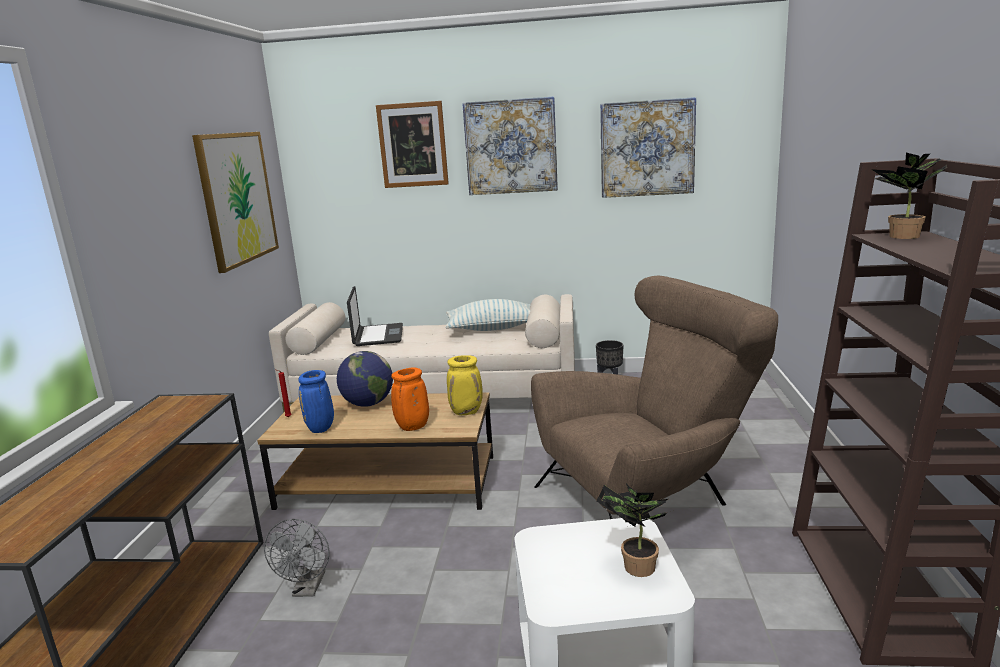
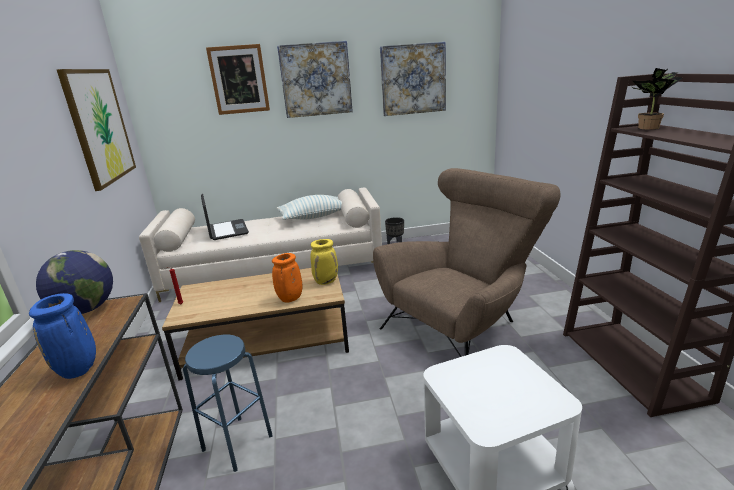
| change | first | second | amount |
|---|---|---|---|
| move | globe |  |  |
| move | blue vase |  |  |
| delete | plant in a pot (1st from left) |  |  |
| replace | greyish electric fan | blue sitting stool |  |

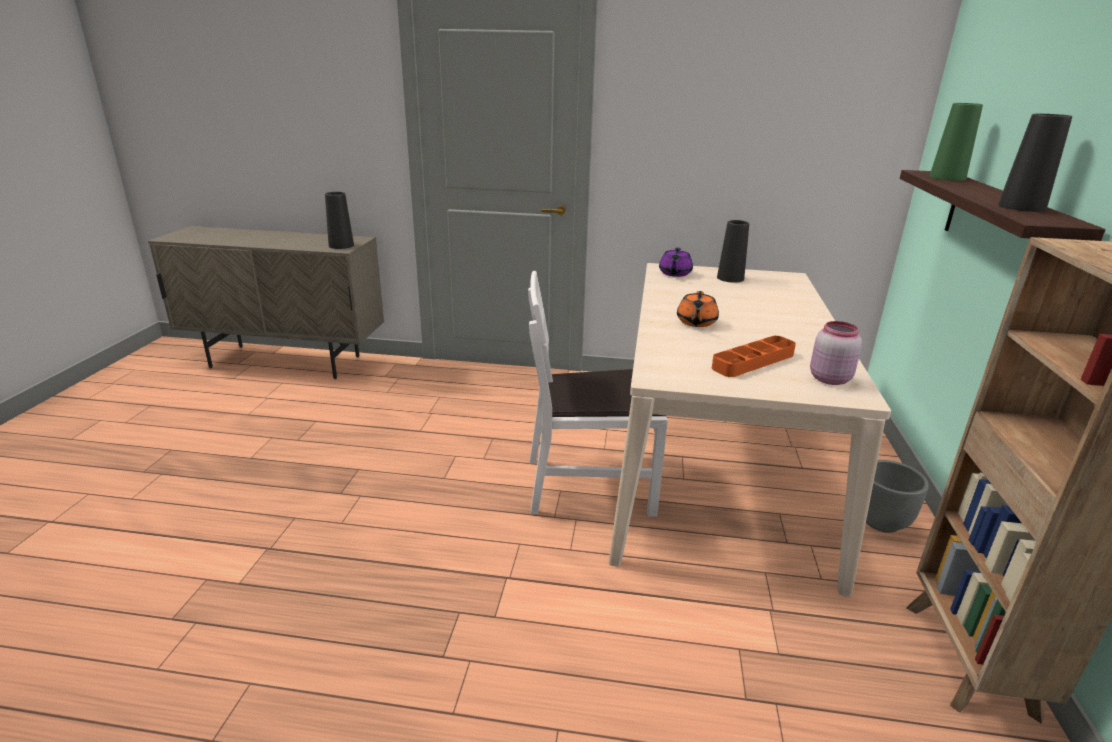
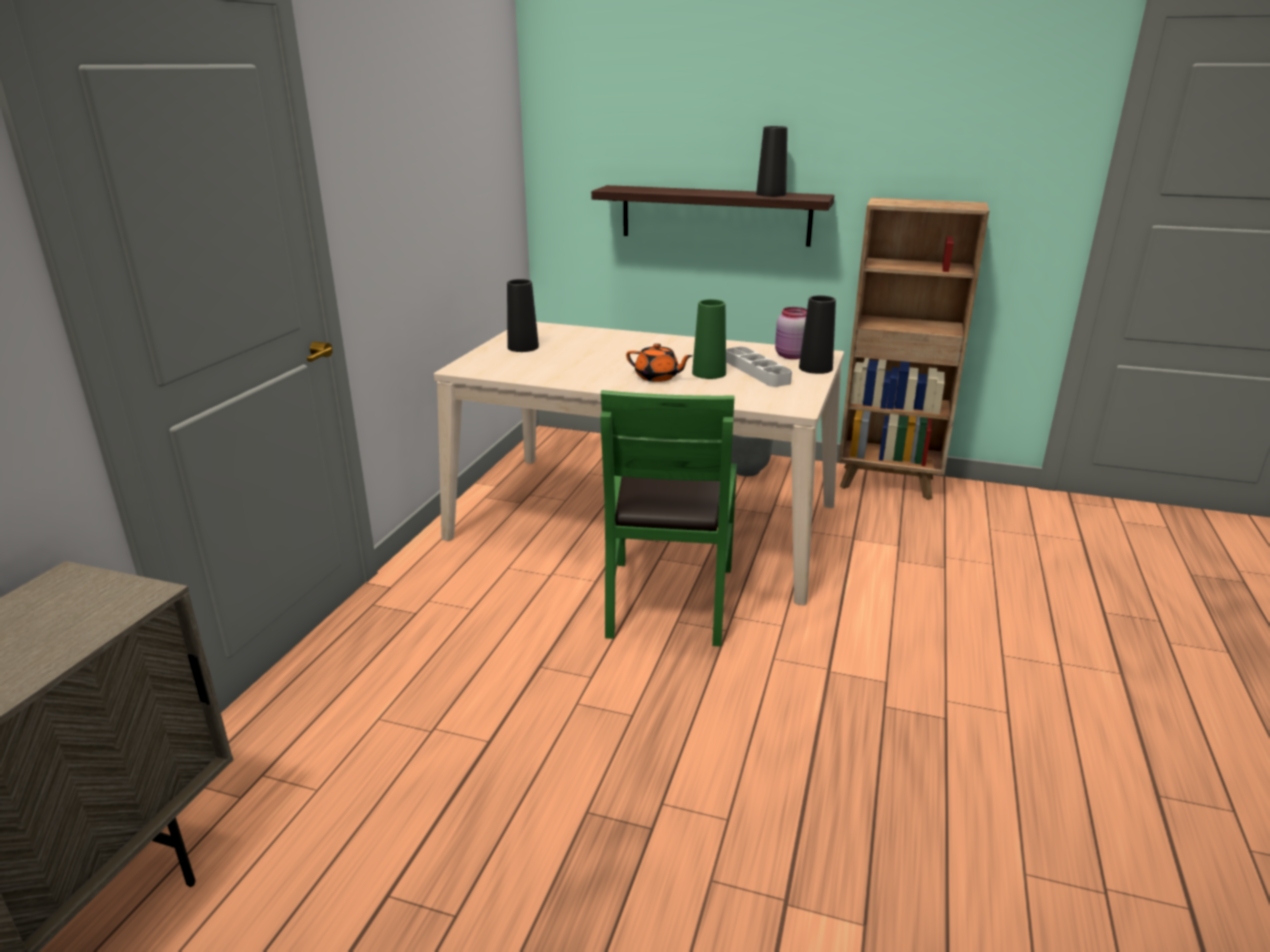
| change | first | second | amount |
|---|---|---|---|
| move | greenish vase |  |  |
| move | blackish vase (1st from left in the first image) | blackish vase (3rd from left) |  |
| delete | purple pot for tea |  |  |
| recolor | white-coloured chair | greenish chair |  |
| recolor | orange-coloured tray | white-coloured tray |  |

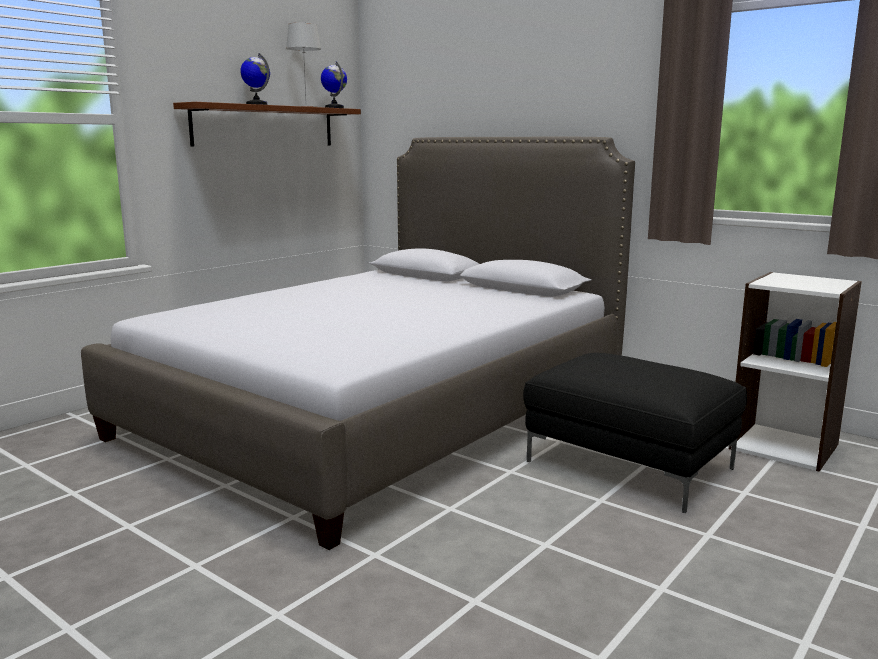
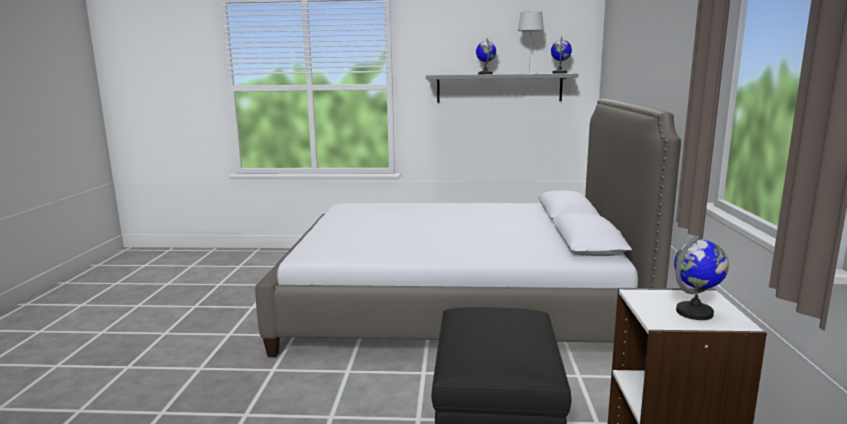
| change | first | second | amount |
|---|---|---|---|
| recolor | brownish wall shelf | greyish wall shelf |  |
| insert |  | globe (3rd from left) |  |

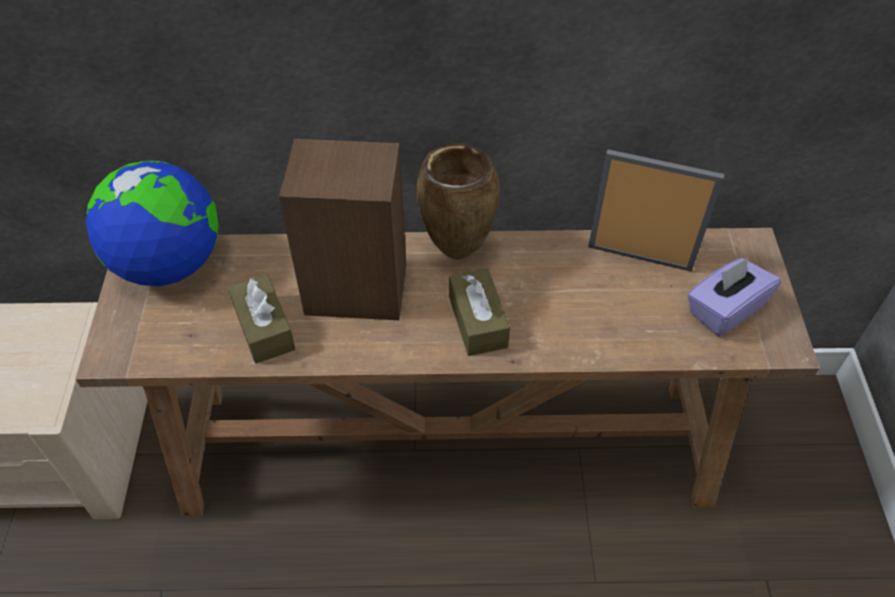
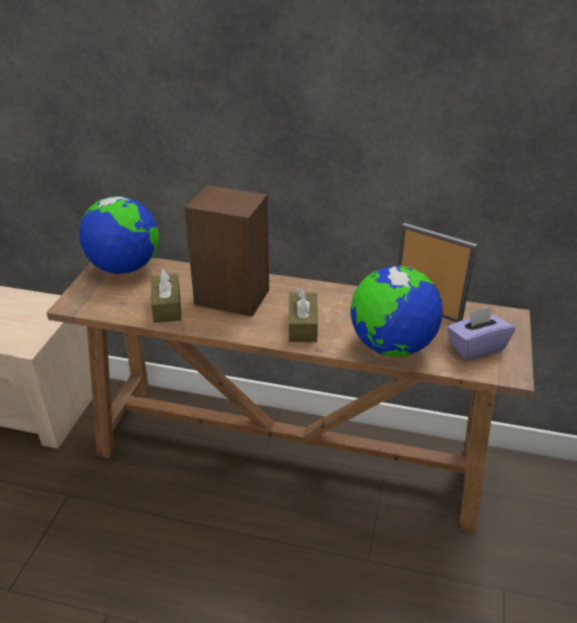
| change | first | second | amount |
|---|---|---|---|
| delete | brownish vase |  |  |
| insert |  | globe (2nd from left) |  |

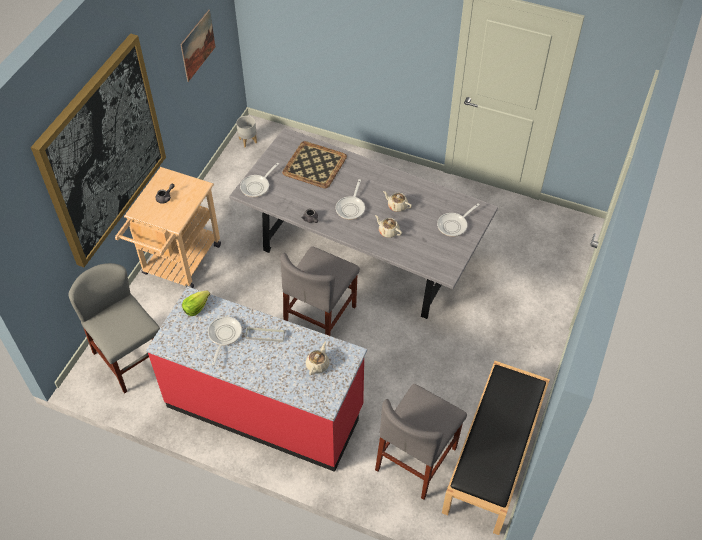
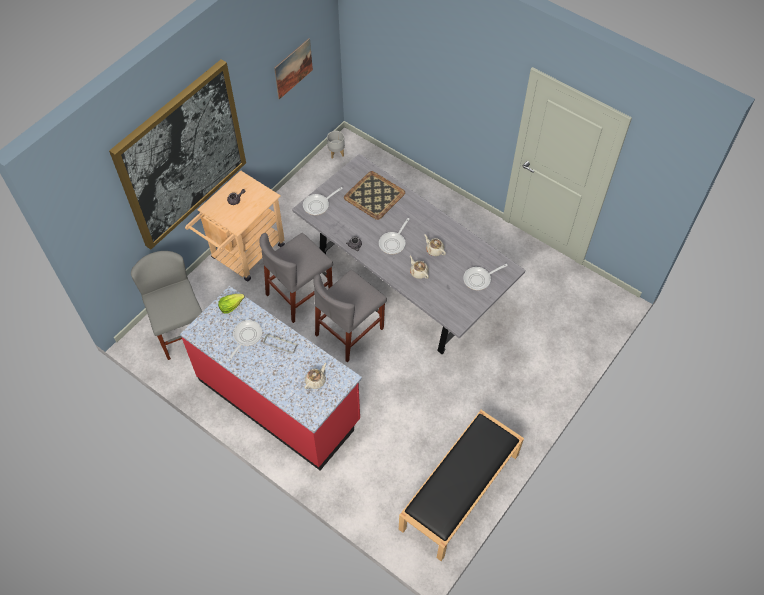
| change | first | second | amount |
|---|---|---|---|
| move | greyish chair (3rd from left in the first image) | greyish chair (2nd from left) |  |

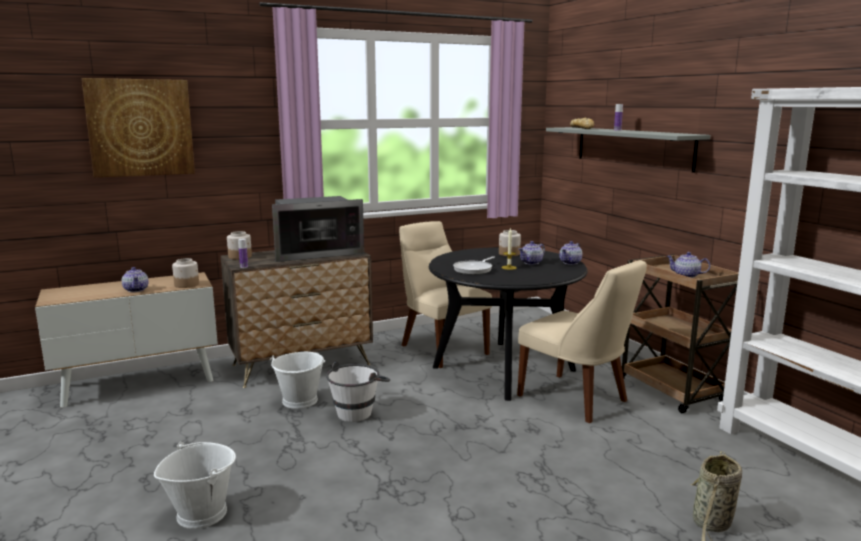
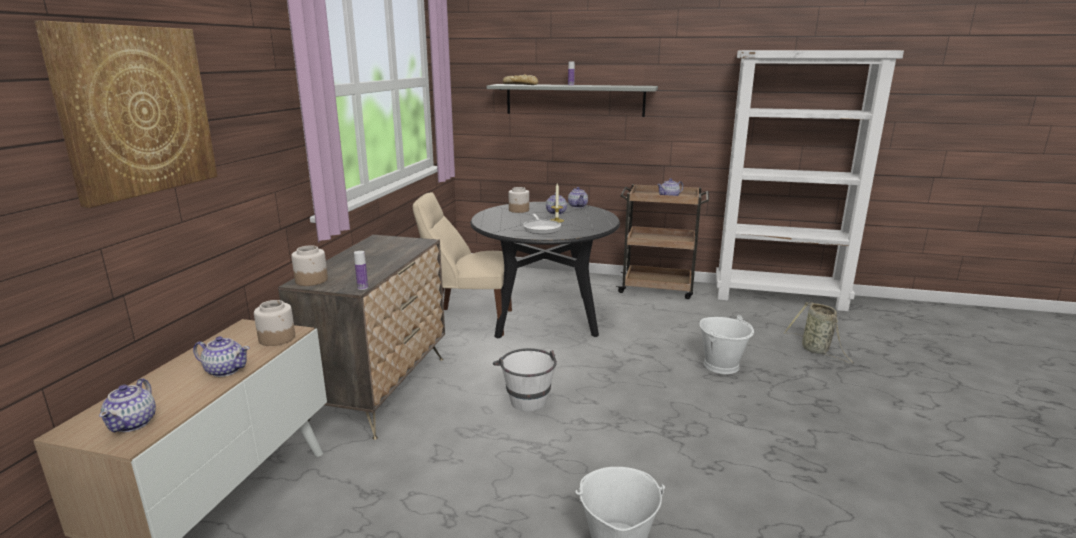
| change | first | second | amount |
|---|---|---|---|
| delete | microwave oven |  |  |
| delete | beige chair (2nd from left) |  |  |
| move | white-coloured bucket (2nd from left in the first image) | white-coloured bucket (3rd from left) |  |
| insert |  | pot for tea (1st from left) |  |

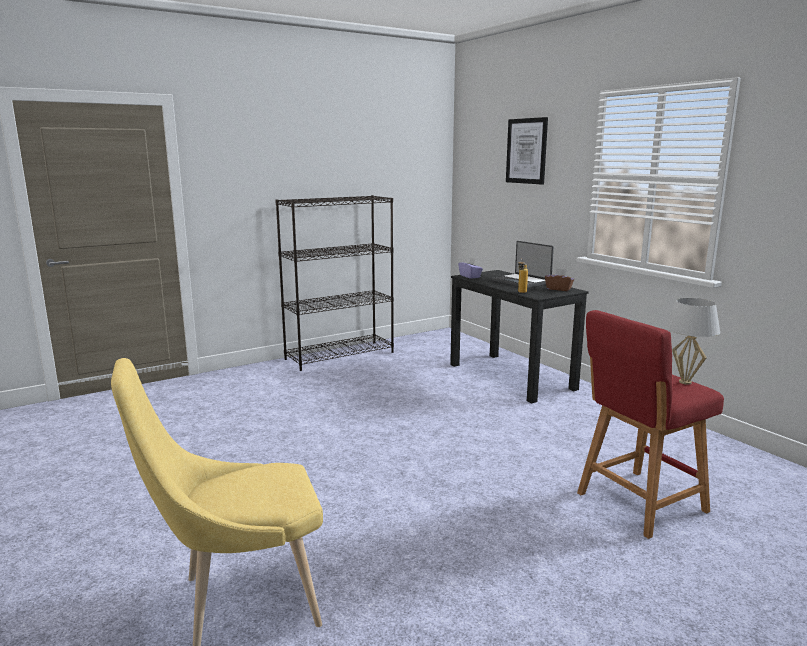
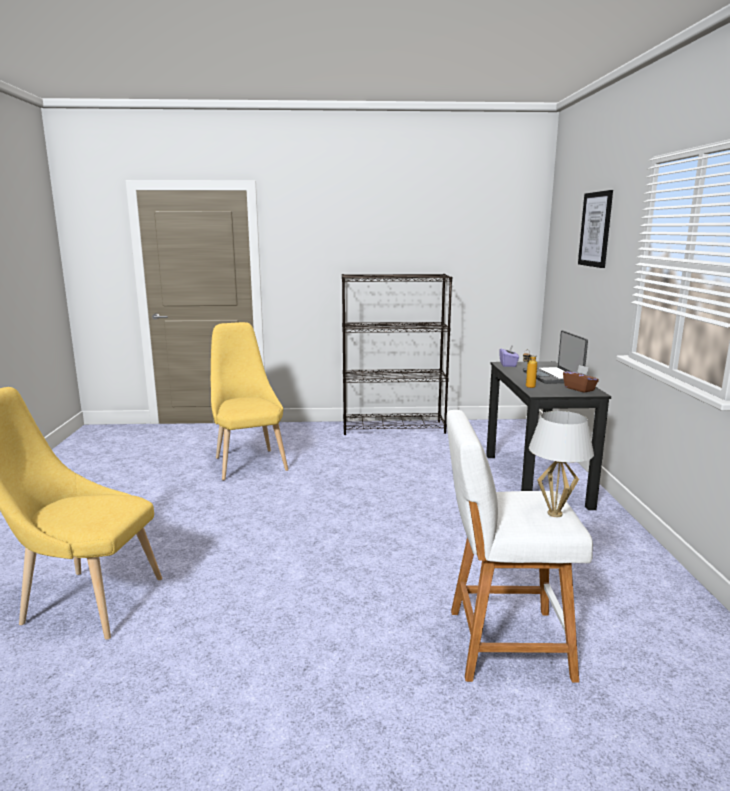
| change | first | second | amount |
|---|---|---|---|
| recolor | reddish sitting stool | white-coloured sitting stool |  |
| insert |  | yellowish chair (2nd from left) |  |

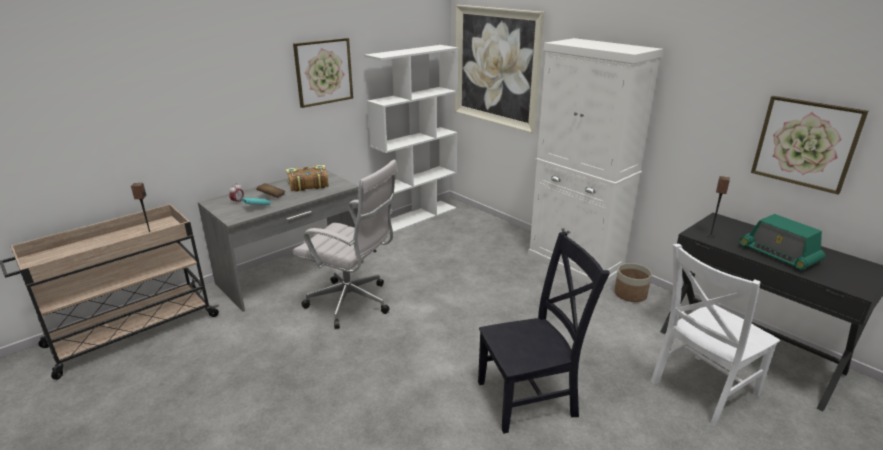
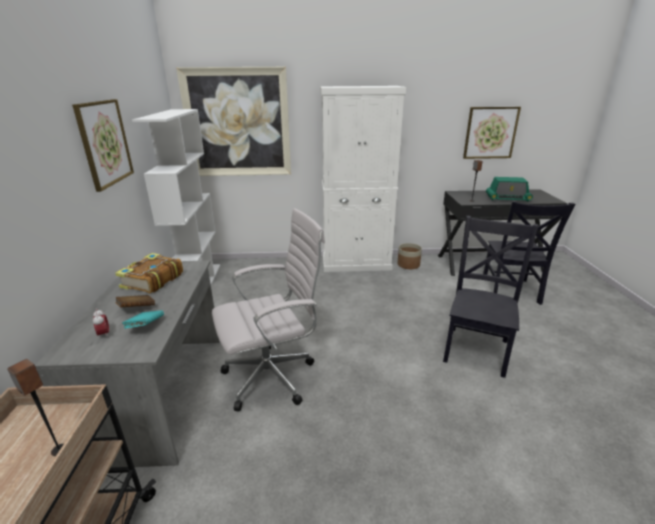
| change | first | second | amount |
|---|---|---|---|
| recolor | white-coloured chair | blackish chair (2nd from left) |  |

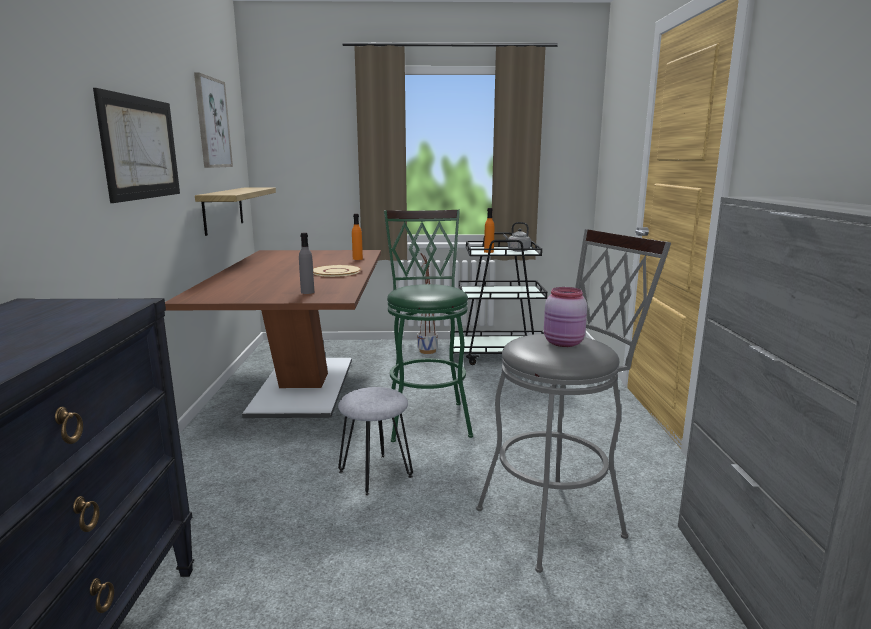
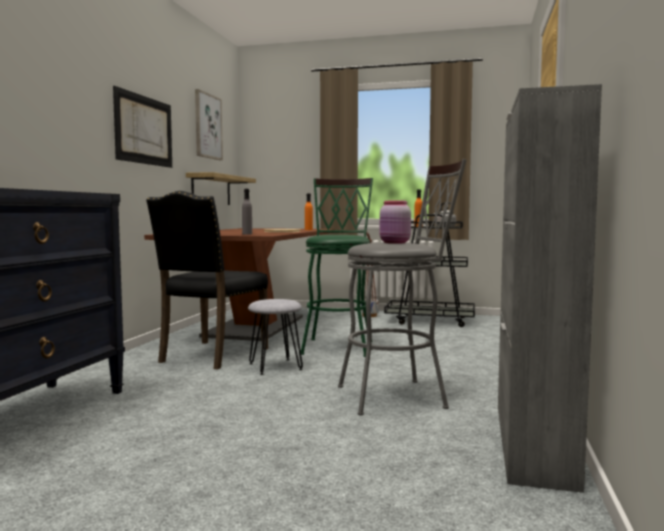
| change | first | second | amount |
|---|---|---|---|
| insert |  | blackish chair |  |

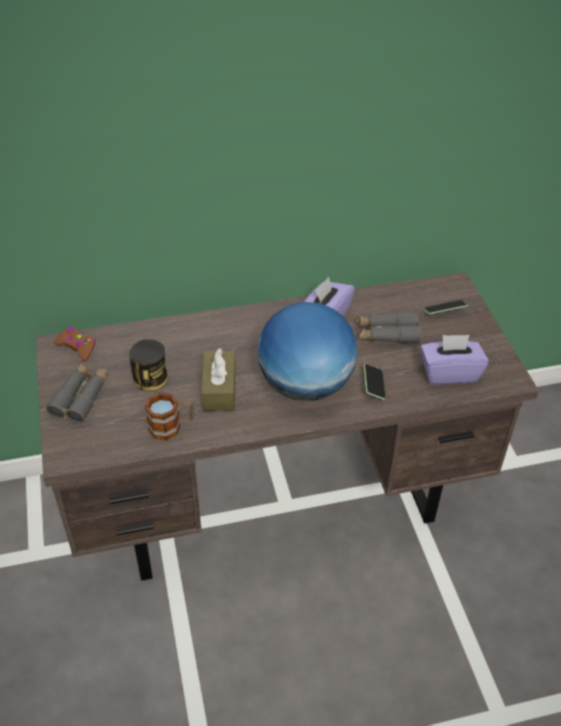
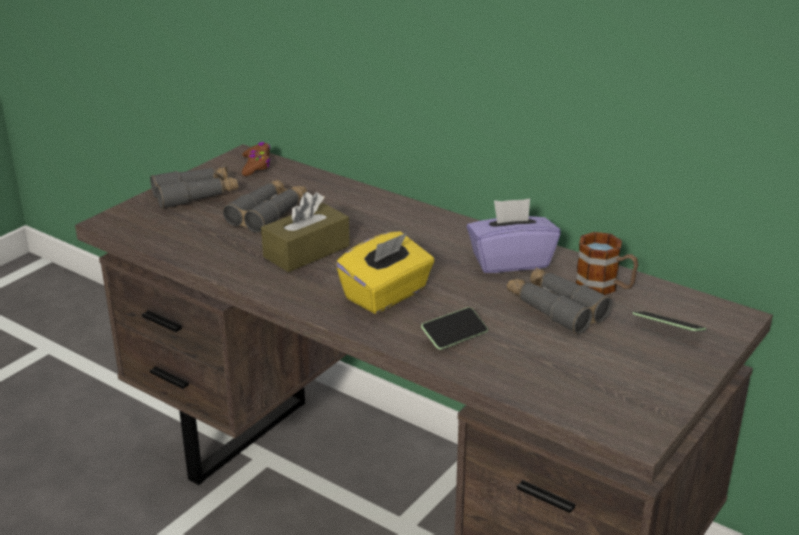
| change | first | second | amount |
|---|---|---|---|
| replace | globe | yellowish tissue holder |  |
| delete | purple tissue holder (2nd from left) |  |  |
| replace | metal can | greyish pair of binoculars (2nd from left) |  |
| move | coffee mug |  |  |

